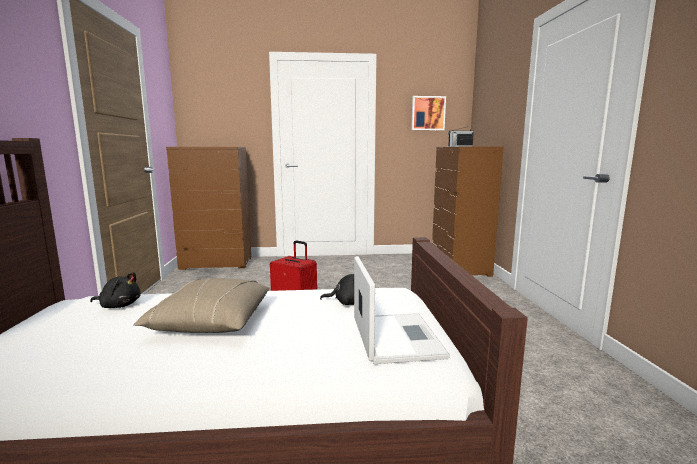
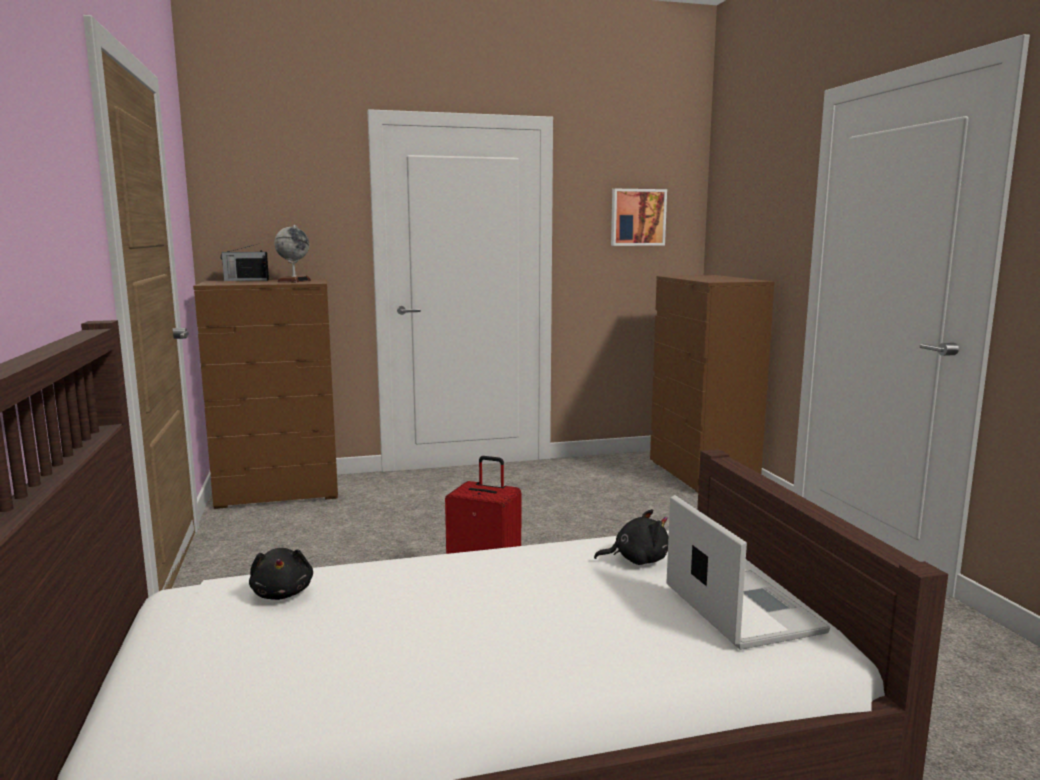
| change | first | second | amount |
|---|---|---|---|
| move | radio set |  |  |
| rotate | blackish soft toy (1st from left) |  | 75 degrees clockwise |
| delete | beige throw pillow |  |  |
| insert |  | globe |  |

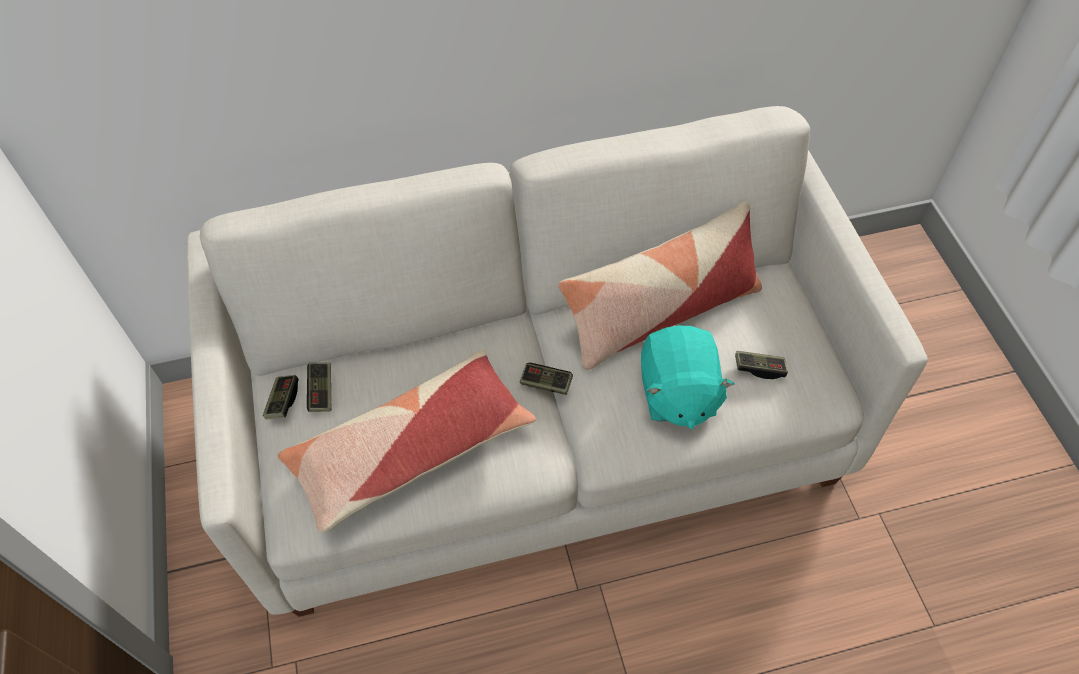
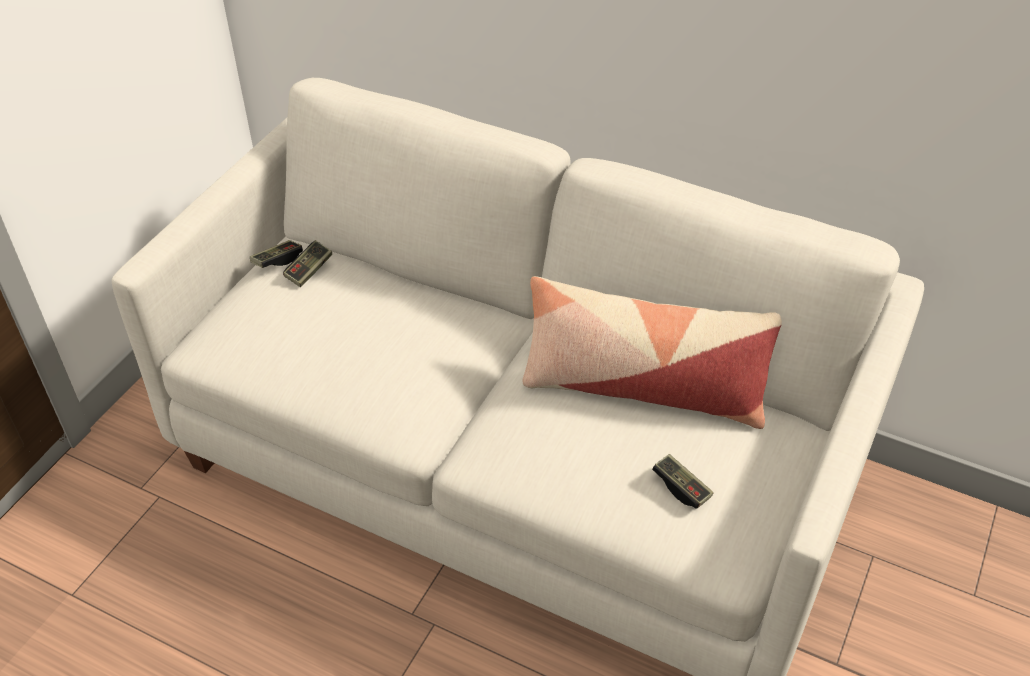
| change | first | second | amount |
|---|---|---|---|
| delete | turquoise soft toy |  |  |
| delete | throw pillow (1st from left) |  |  |
| delete | gamepad (3rd from left) |  |  |

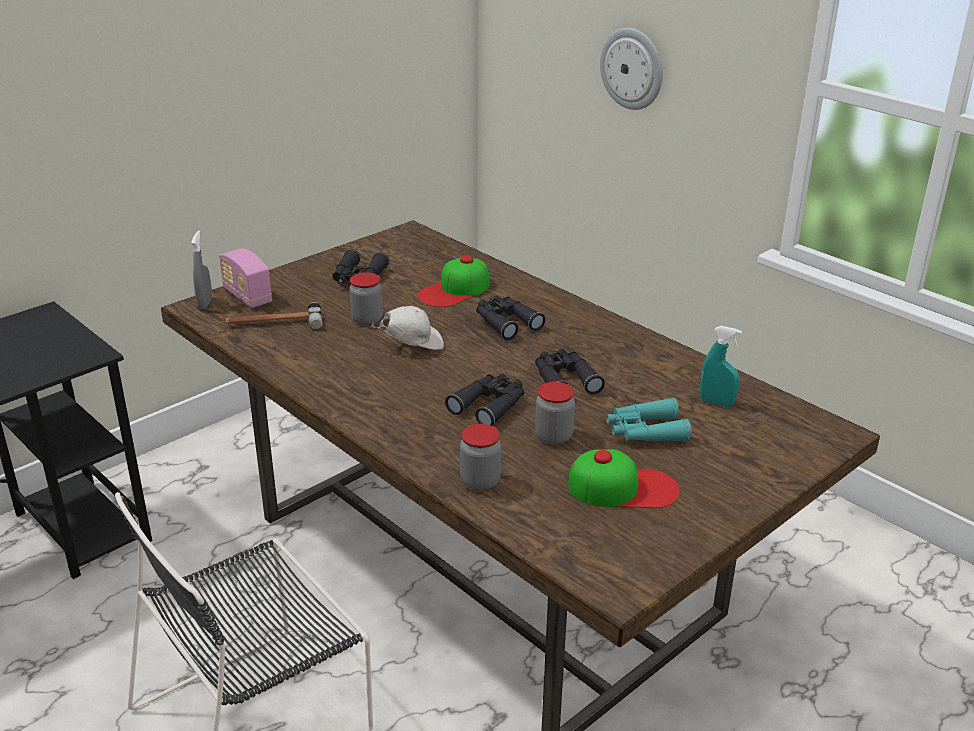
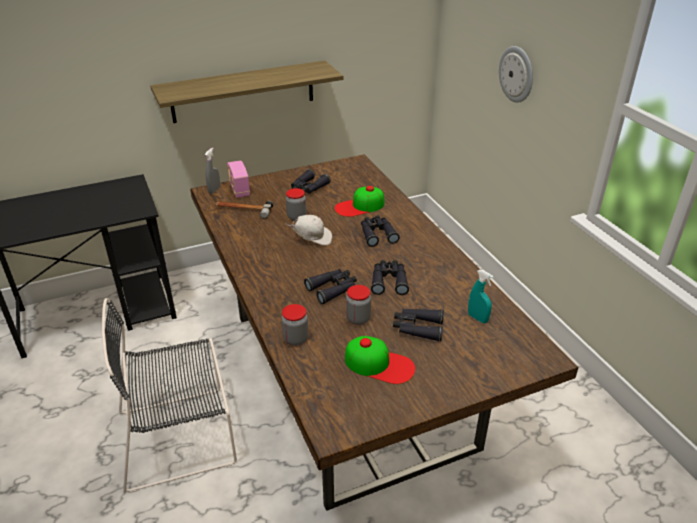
| change | first | second | amount |
|---|---|---|---|
| recolor | turquoise pair of binoculars | blackish pair of binoculars (5th from left) |  |
| insert |  | wall shelf |  |

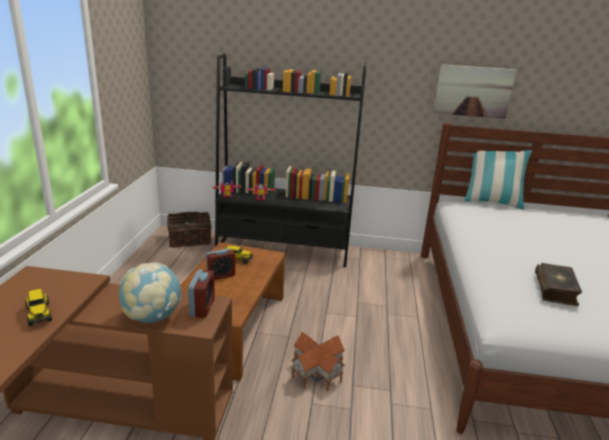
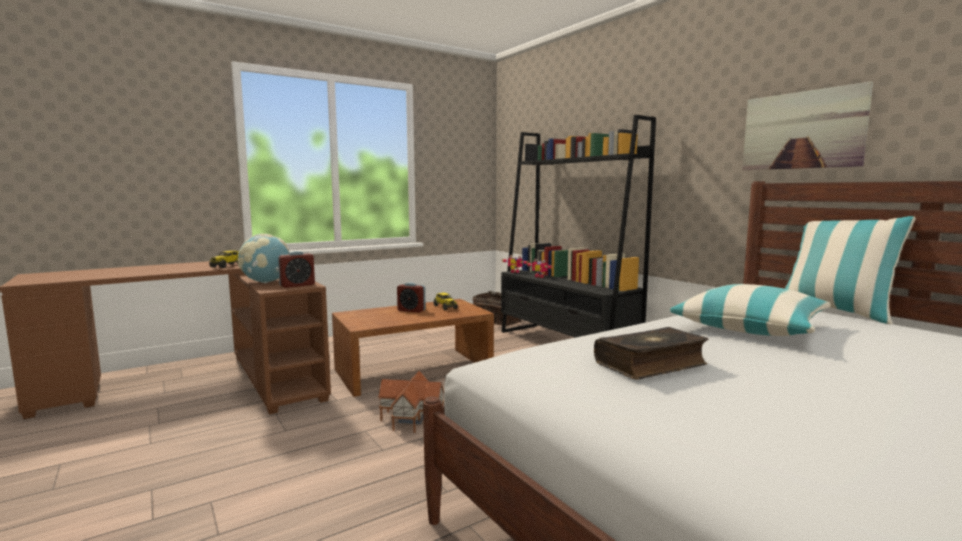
| change | first | second | amount |
|---|---|---|---|
| insert |  | throw pillow (1st from left) |  |

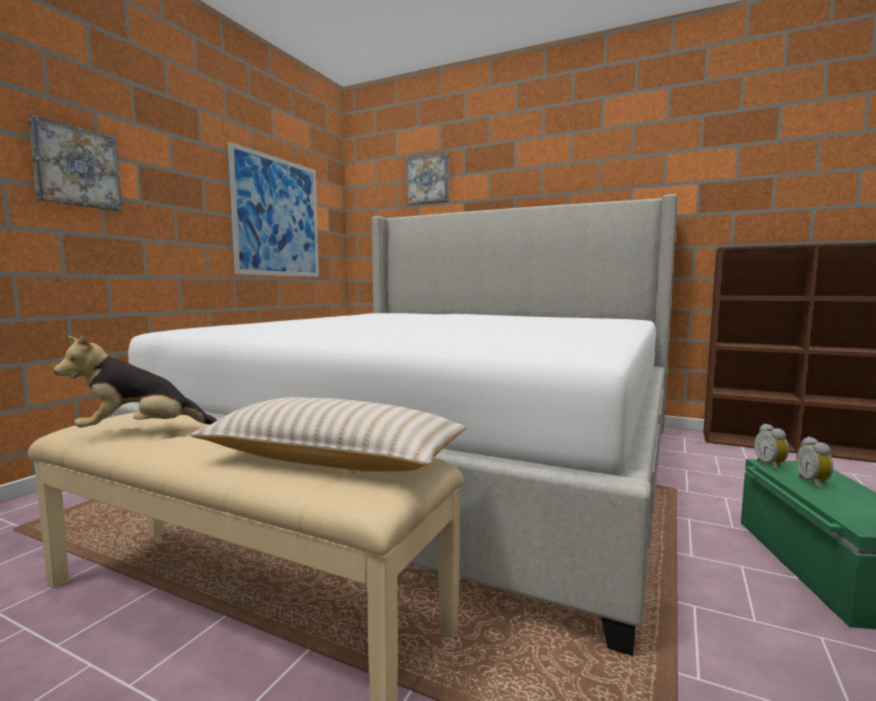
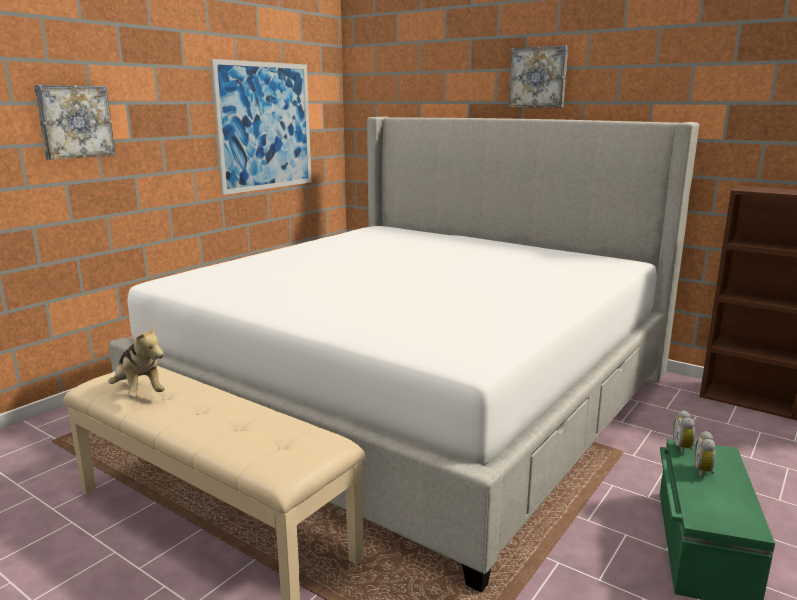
| change | first | second | amount |
|---|---|---|---|
| move | picture (3rd from left) |  |  |
| rotate | soft toy |  | 120 degrees counterclockwise |
| delete | beige throw pillow |  |  |

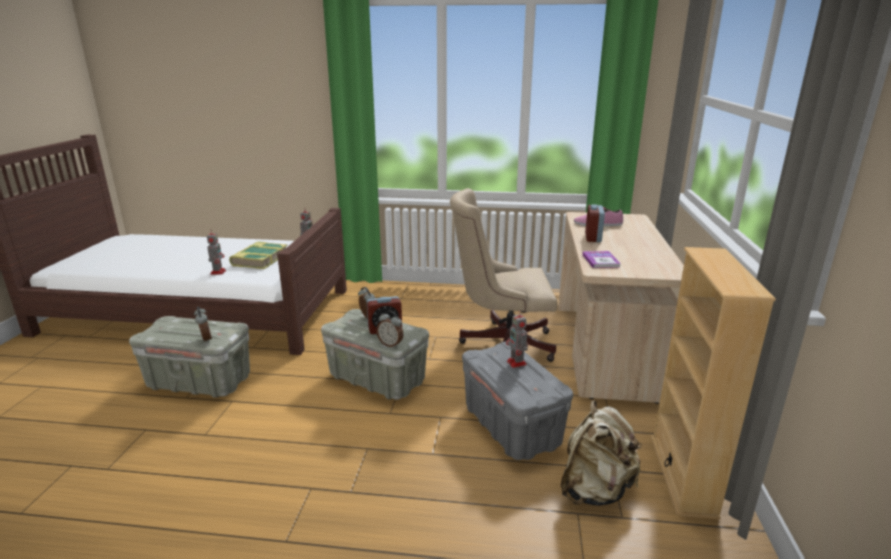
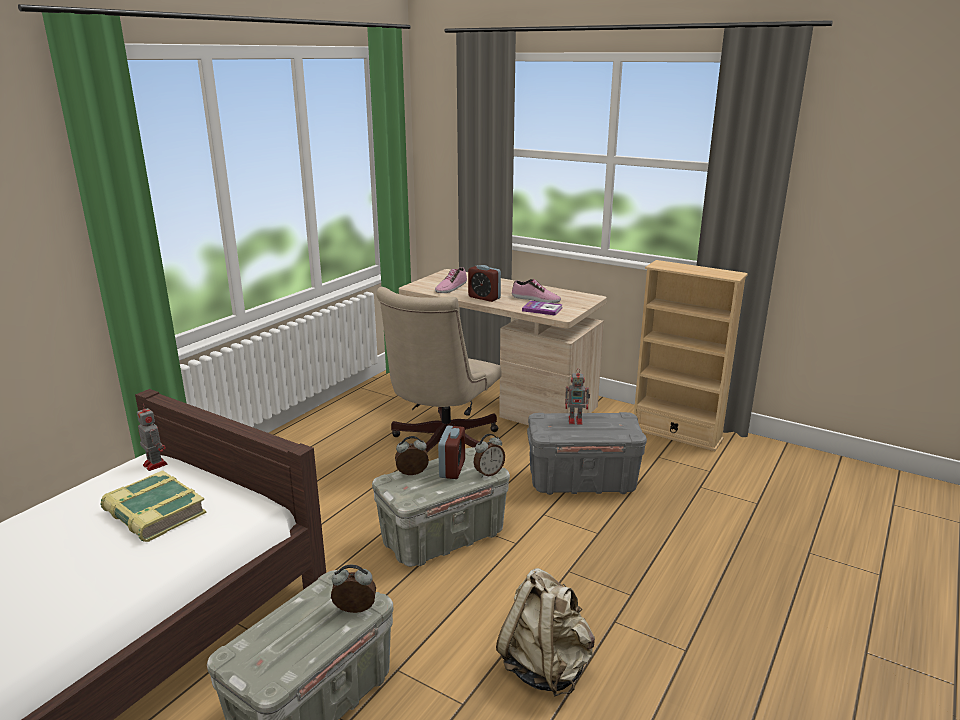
| change | first | second | amount |
|---|---|---|---|
| delete | toy robot (1st from left) |  |  |
| move | beige knapsack |  |  |
| insert |  | item of footwear (2nd from left) |  |

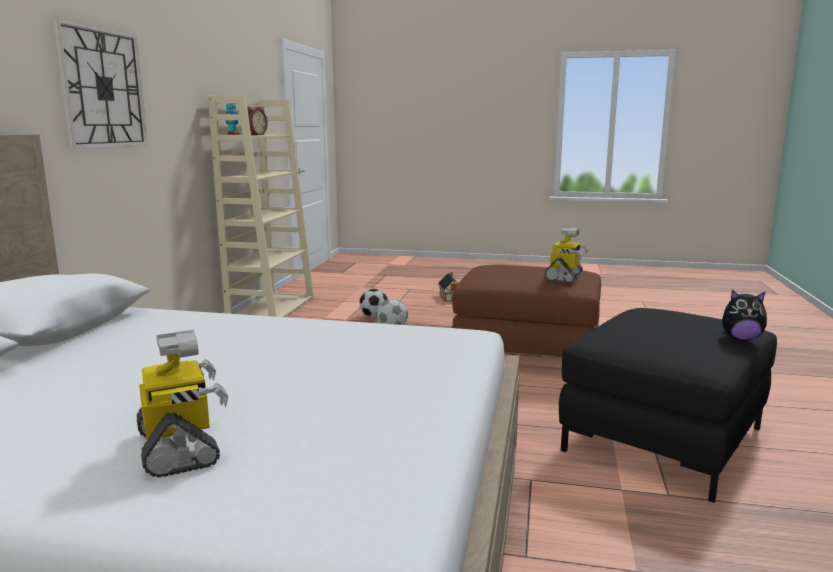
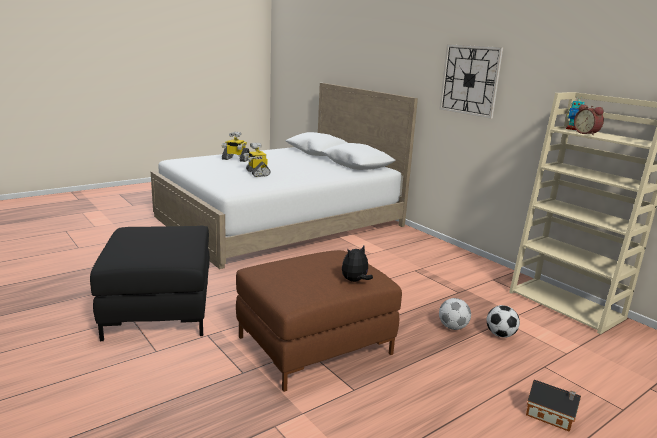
| change | first | second | amount |
|---|---|---|---|
| move | toy robot (3rd from left in the first image) | toy robot (2nd from left) |  |
| move | soft toy |  |  |

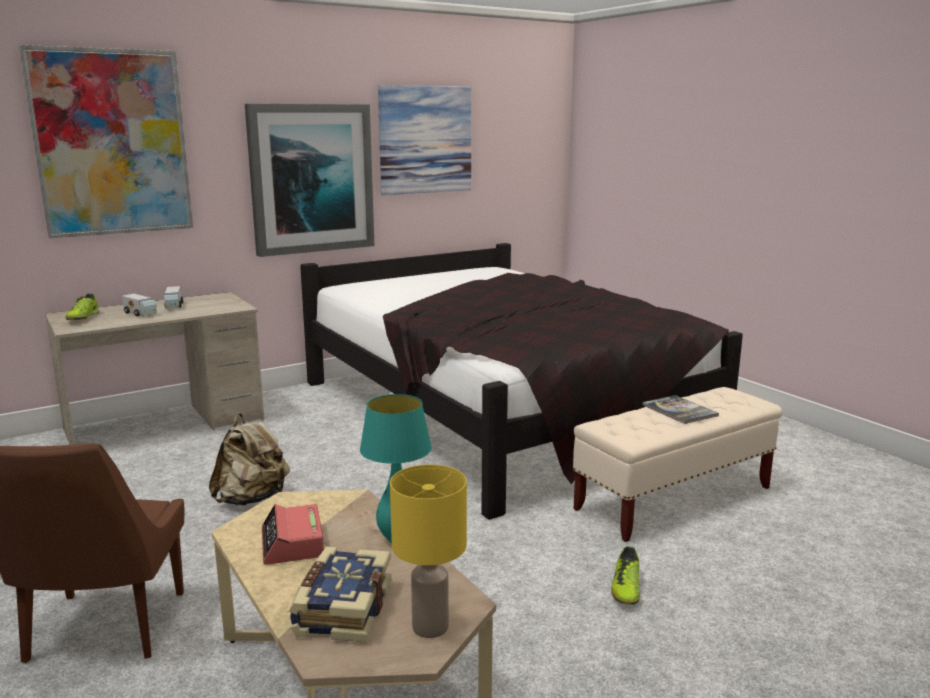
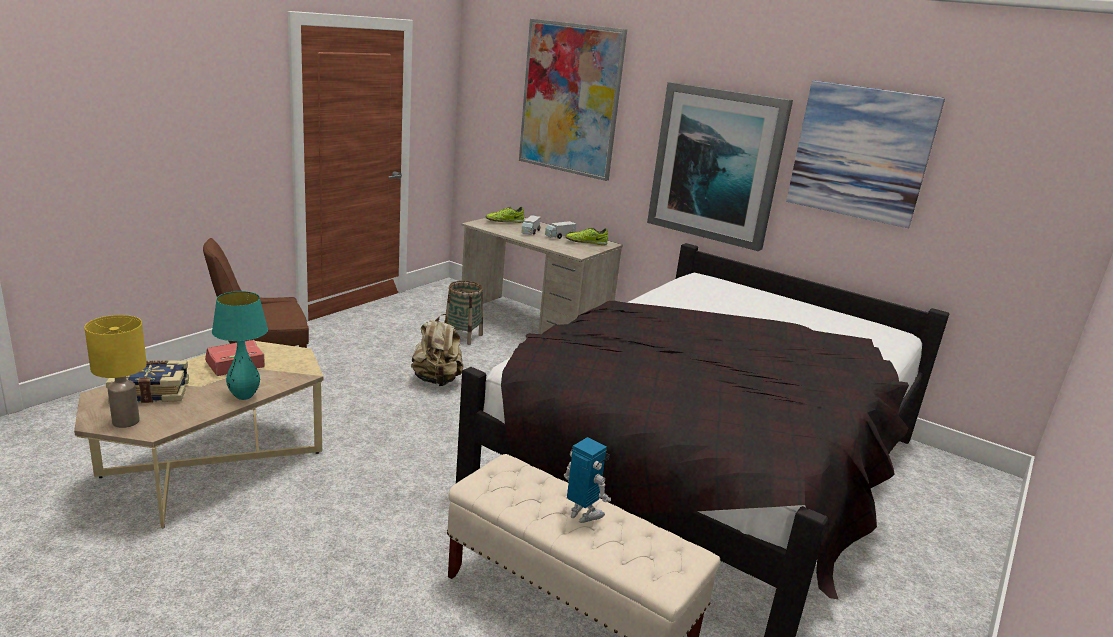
| change | first | second | amount |
|---|---|---|---|
| replace | bound book (2nd from left) | toy robot |  |
| move | item of footwear (2nd from left) |  |  |
| insert |  | basket |  |

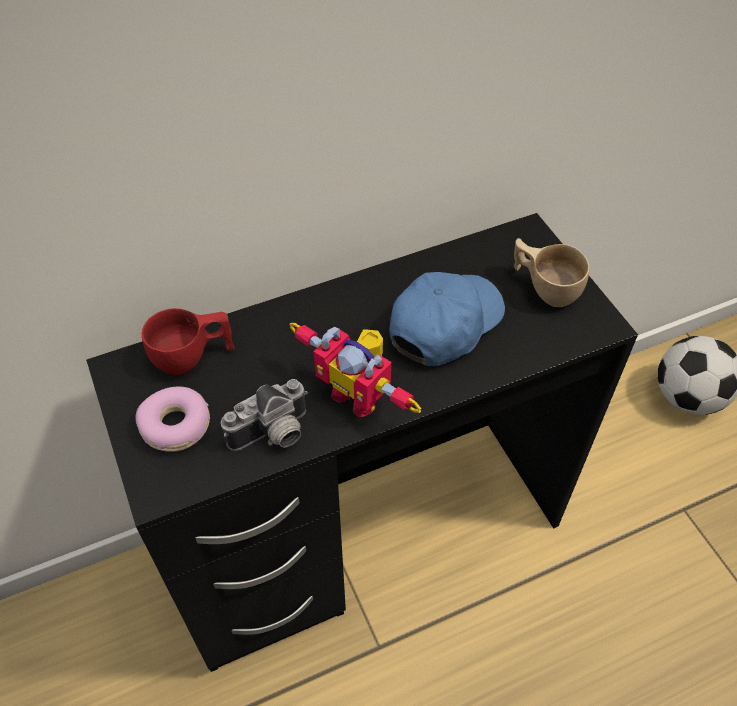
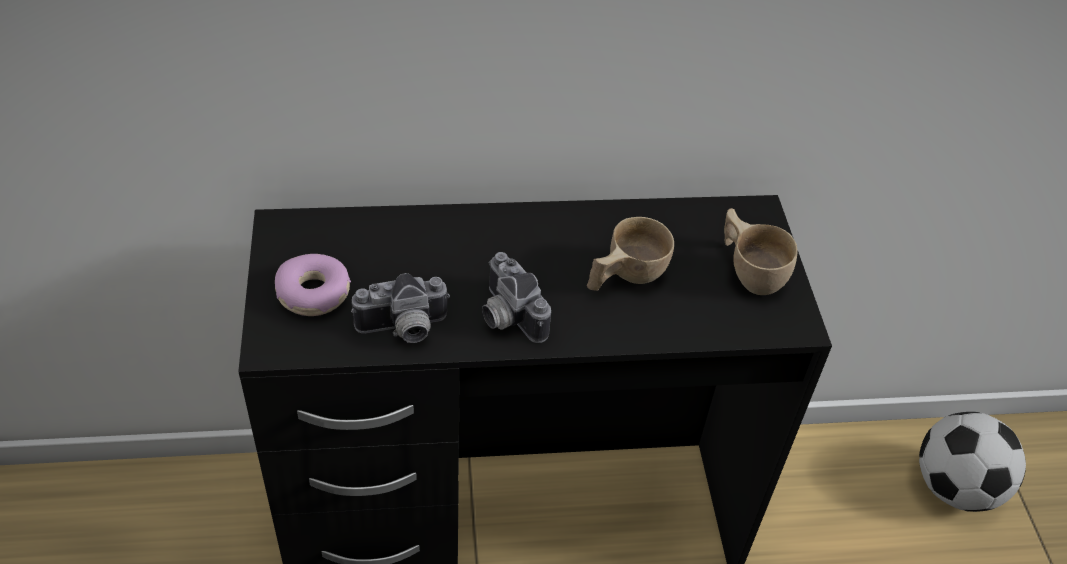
| change | first | second | amount |
|---|---|---|---|
| replace | blue baseball cap | beige small cup (1st from left) |  |
| delete | reddish small cup |  |  |
| replace | toy robot | photo camera (2nd from left) |  |

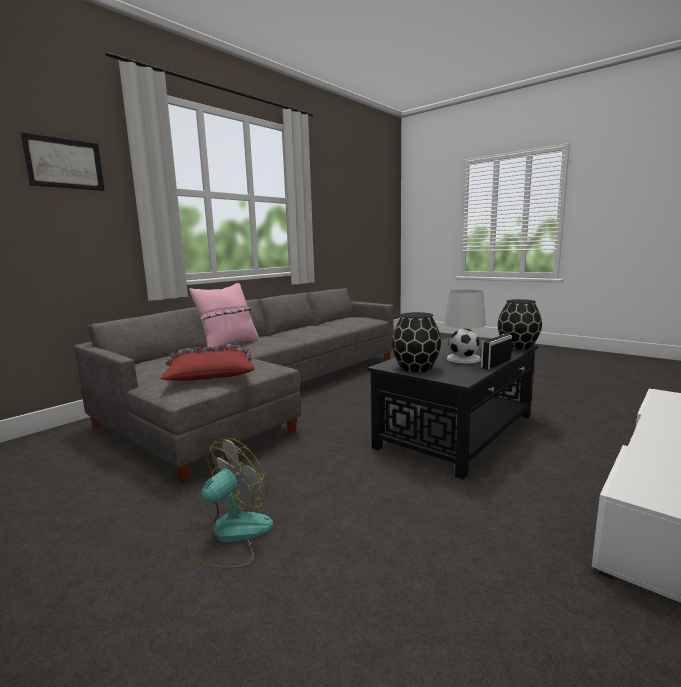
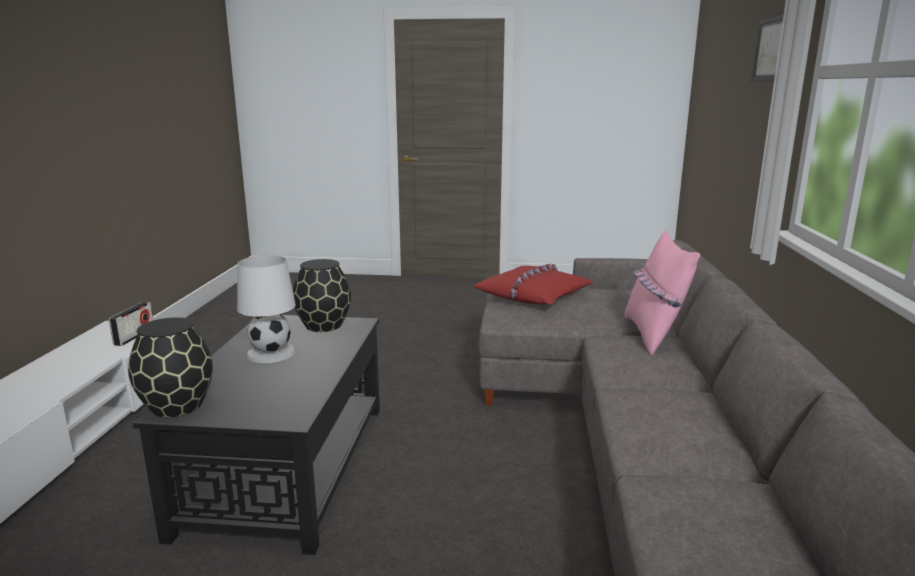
| change | first | second | amount |
|---|---|---|---|
| move | radio set |  |  |
| delete | electric fan |  |  |

